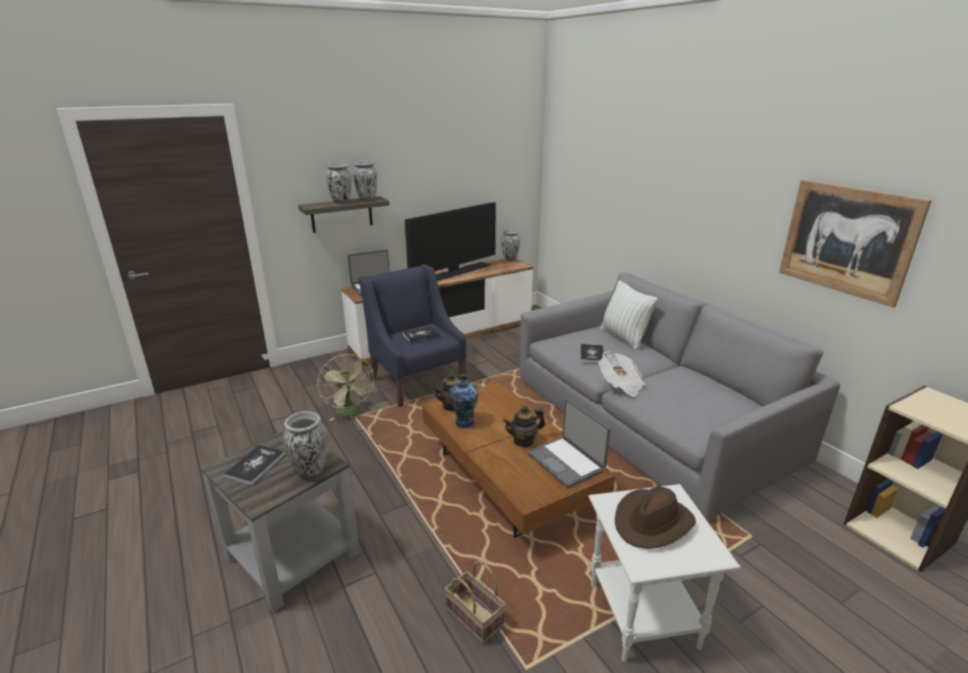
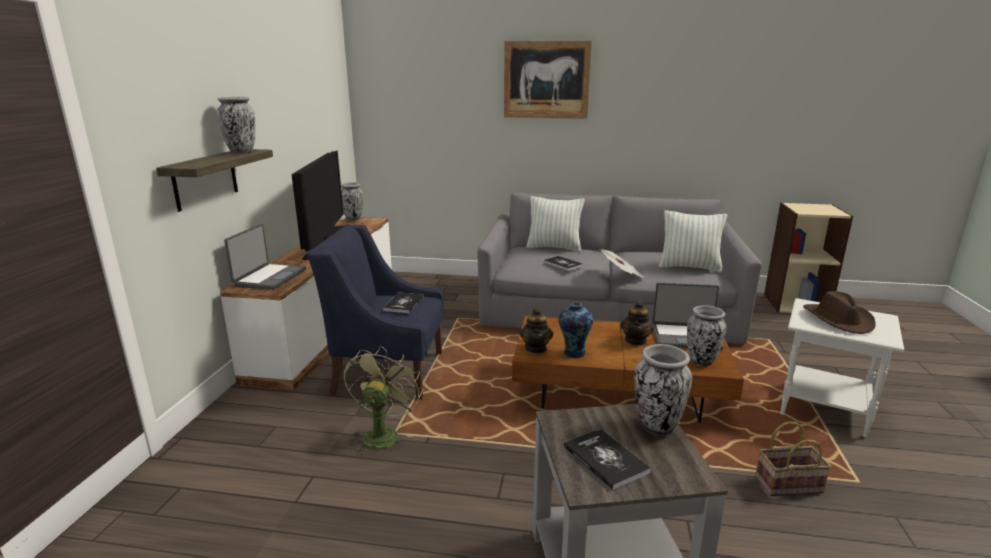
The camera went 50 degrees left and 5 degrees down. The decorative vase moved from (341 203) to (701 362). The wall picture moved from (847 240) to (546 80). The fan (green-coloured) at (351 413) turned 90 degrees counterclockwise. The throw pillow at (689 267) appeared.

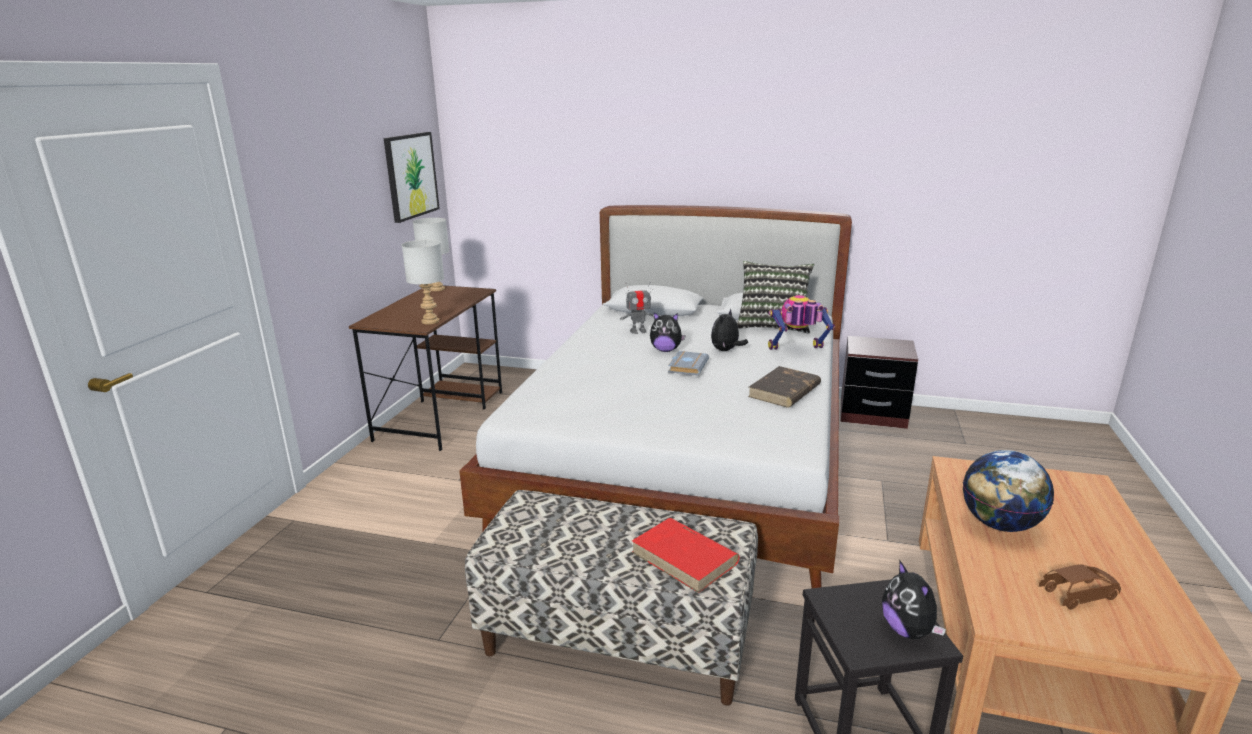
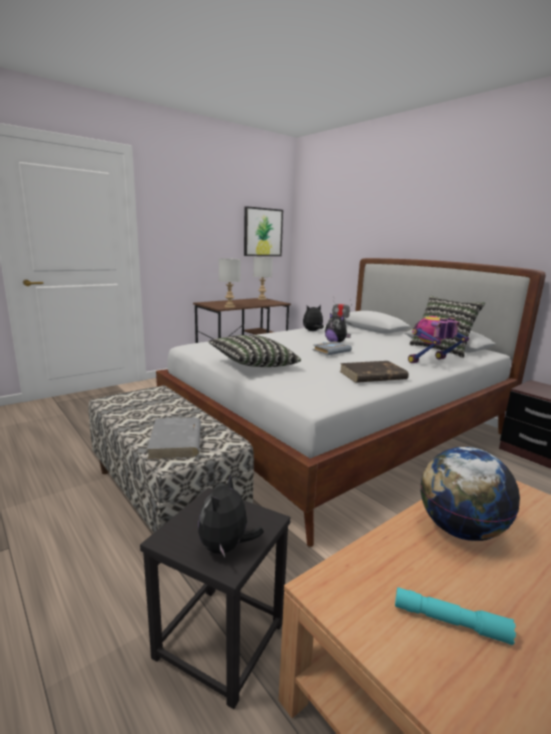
The camera went 35 degrees right and 5 degrees down. The model robot at (797 351) turned 60 degrees counterclockwise. The plush toy moved from (726 350) to (312 331). The bound book (red) at (685 558) became the bound book (greyish) at (176 441). The model car (brownish) at (1078 595) was replaced by the hand torch (turquoise-coloured) at (450 622). The throw pillow at (253 365) appeared.

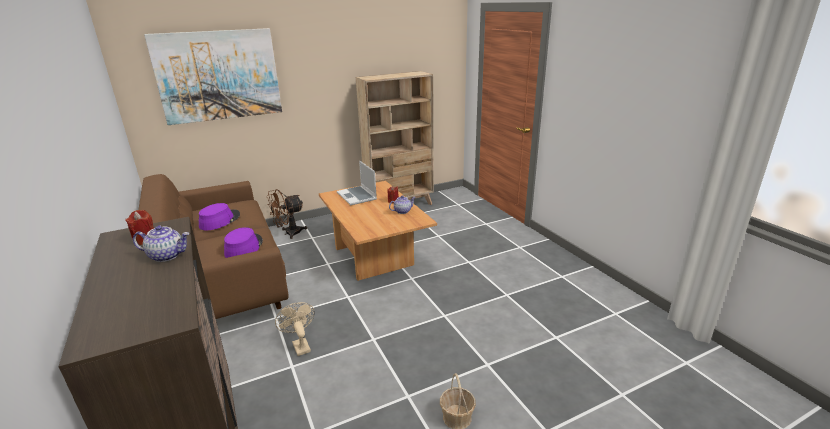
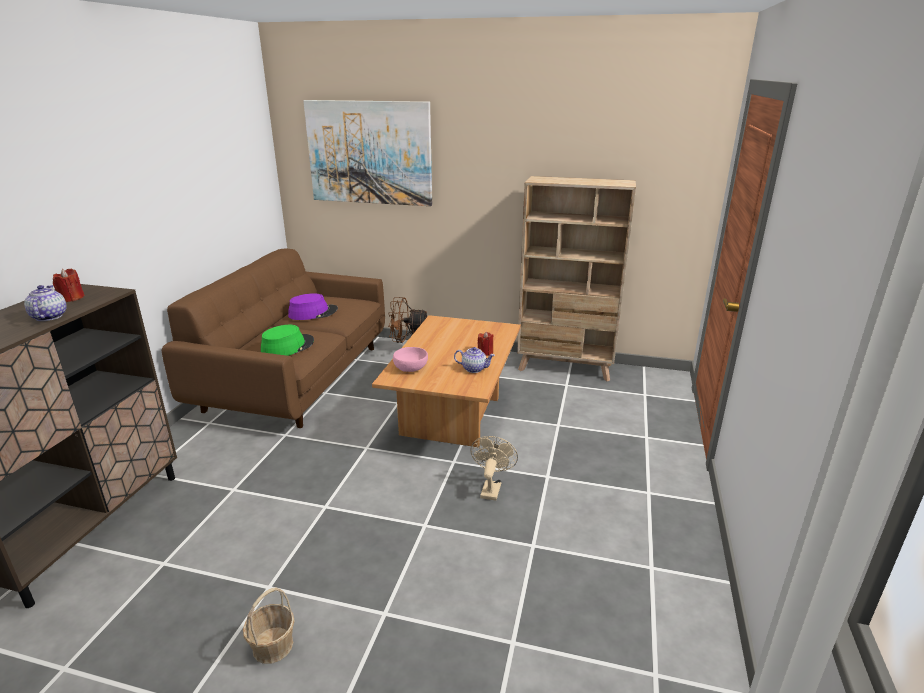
The camera went 40 degrees right and 0 degrees up. The portable computer at (357 196) disappeared. The tea pot at (167 255) turned 150 degrees counterclockwise. The wearable hat (purple-coloured) at (243 247) became the wearable hat (green-coloured) at (287 347). The fan (sand-coloured) moved from (300 345) to (491 488). The deep dish (pink) at (411 368) appeared.

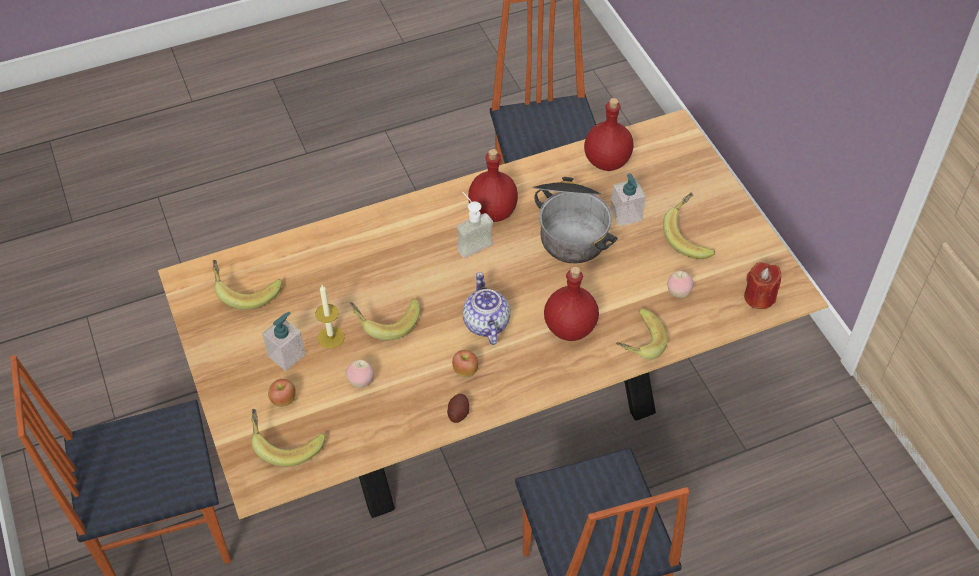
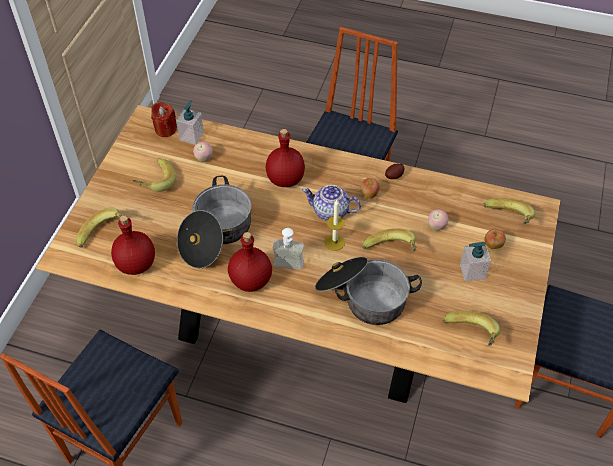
The camera went 140 degrees left and 0 degrees up. The soap dispenser moved from (626 215) to (191 136). The tea pot at (485 324) turned 75 degrees clockwise. The wax light moved from (331 337) to (334 242). The banana moved from (636 343) to (105 235). The saucepot at (363 297) appeared.

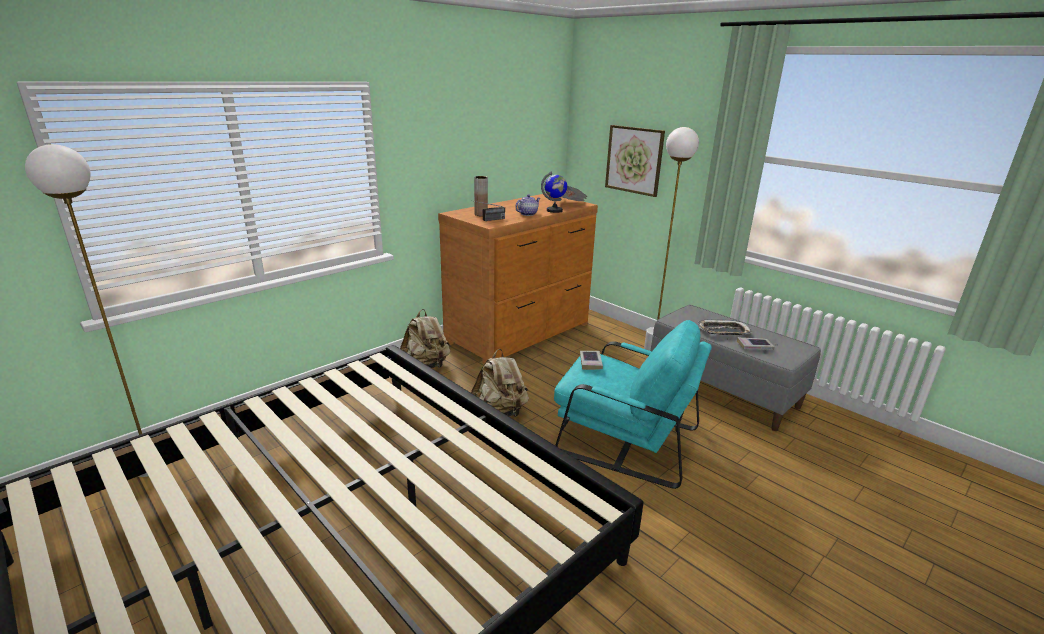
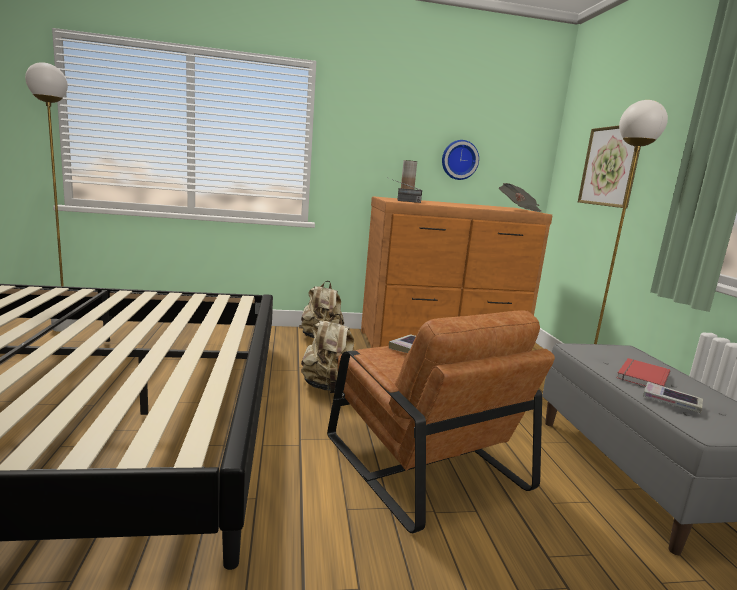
The camera went 35 degrees right and 10 degrees down. The world globe at (554 210) disappeared. The tea pot at (528 214) disappeared. The lounge chair (turquoise-coloured) at (624 439) became the lounge chair (brownish) at (421 459). The tray at (723 331) was replaced by the bound book (red) at (641 376). The wall clock at (459 160) appeared.

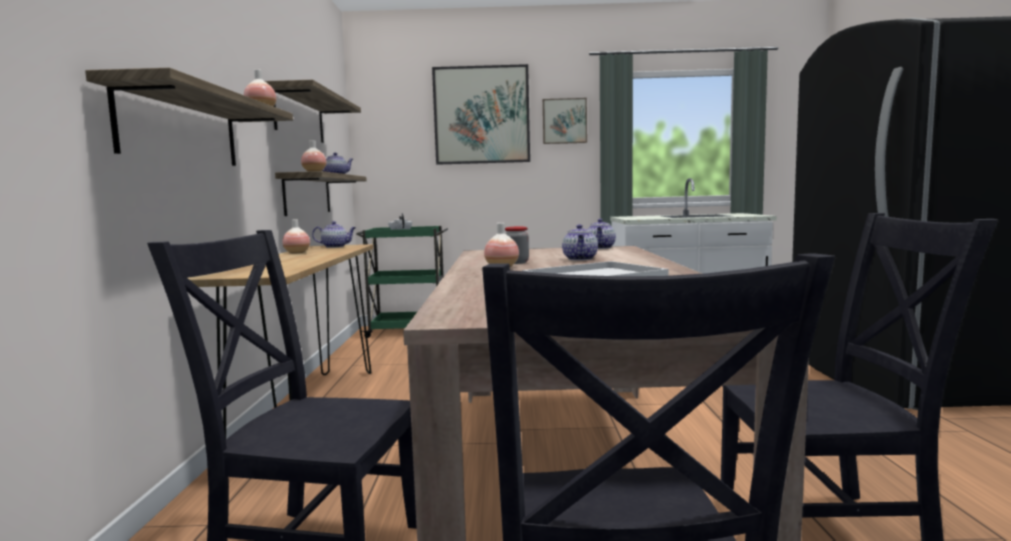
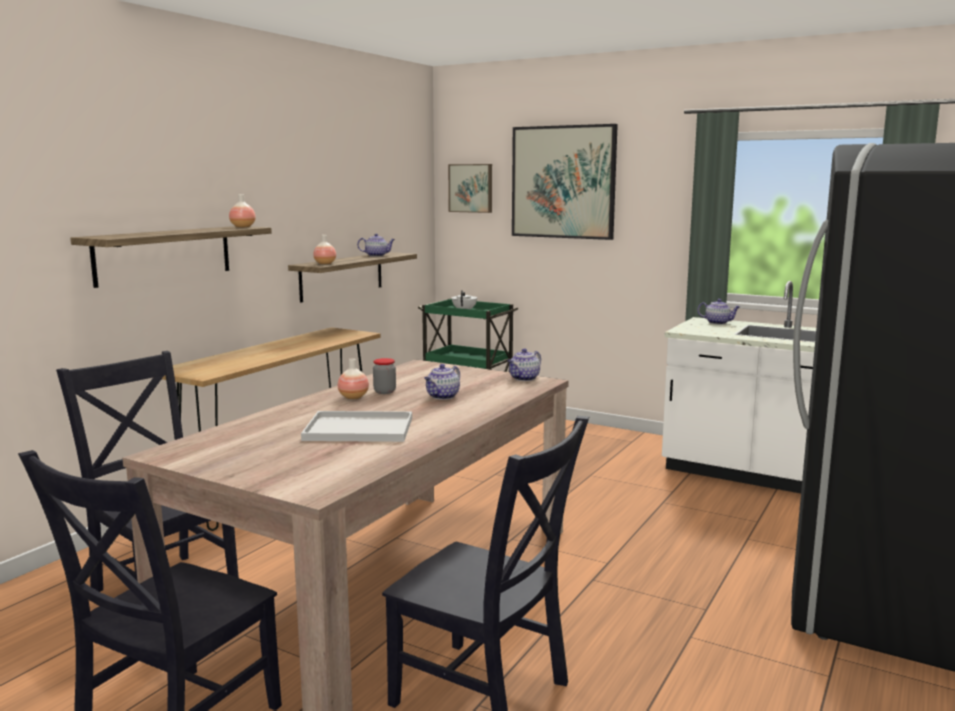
The camera went 30 degrees right and 5 degrees up. The wall shelf at (299 116) disappeared. The wall picture moved from (564 121) to (471 188). The decorative vase at (297 253) disappeared. The tea pot moved from (336 247) to (718 323).

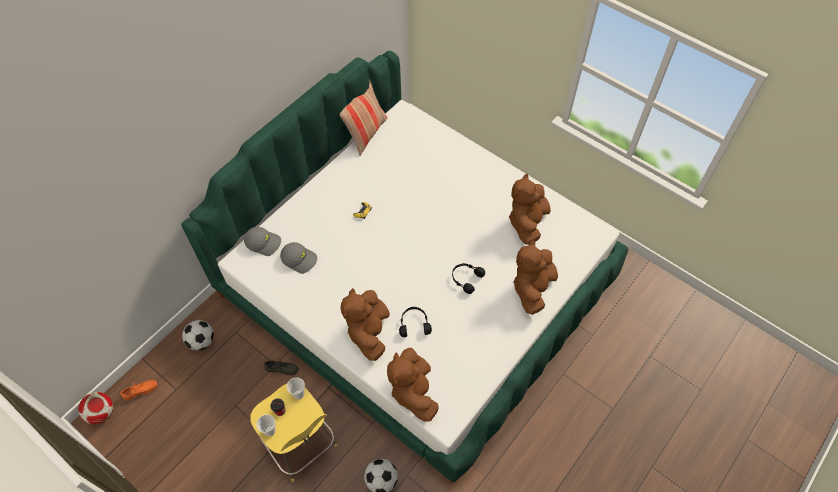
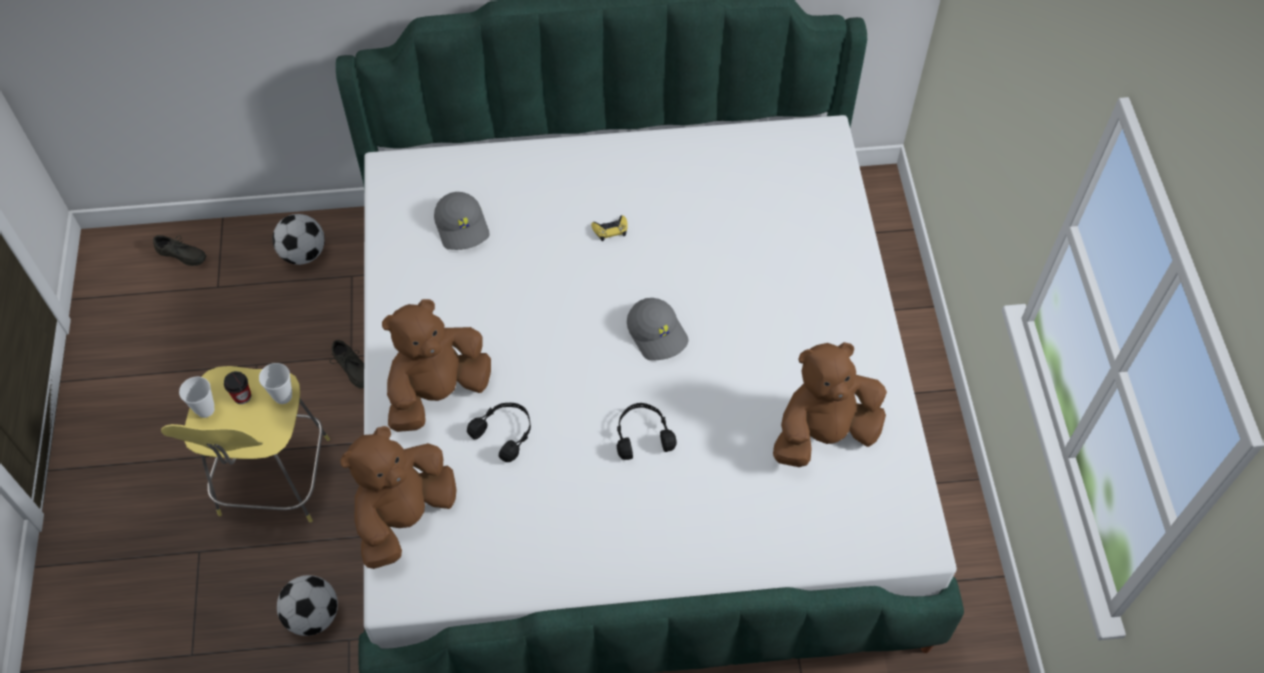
The camera went 45 degrees right and 0 degrees up. The throw pillow at (366 134) disappeared. The baseball cap (greyish) moved from (264 242) to (658 334). The plush toy (brownish) at (532 288) disappeared. The shoe (orange-coloured) at (141 392) became the shoe (greyish) at (181 257). The football at (101 413) disappeared.

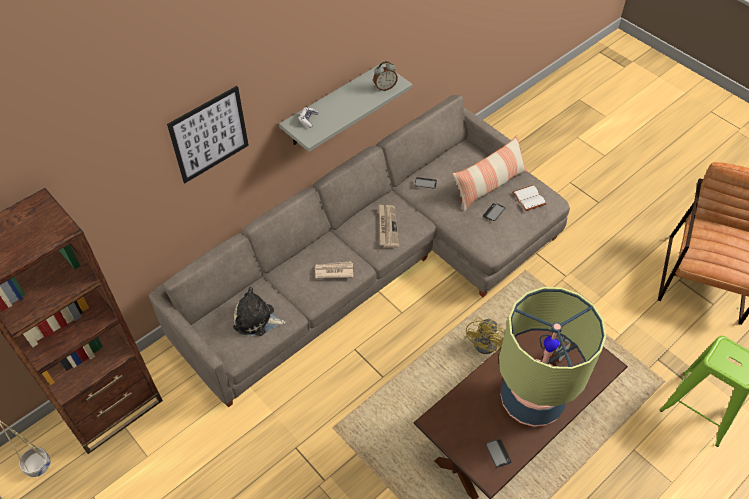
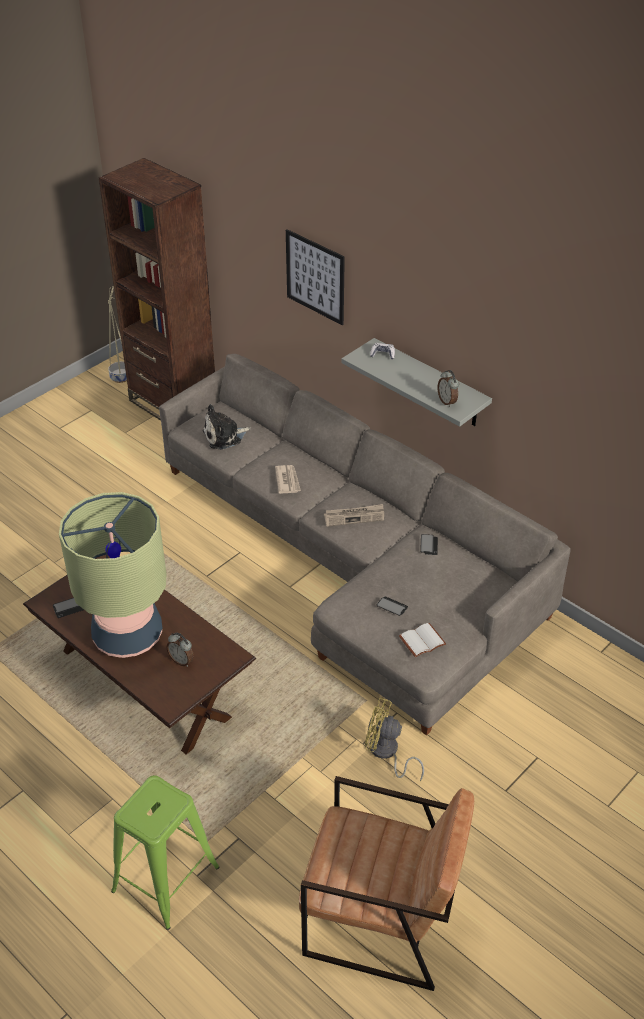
The camera went 85 degrees right and 10 degrees down. The throw pillow at (489 185) disappeared. The plush toy at (256 320) turned 120 degrees counterclockwise. The fan (yellowish) moved from (490 343) to (386 753).

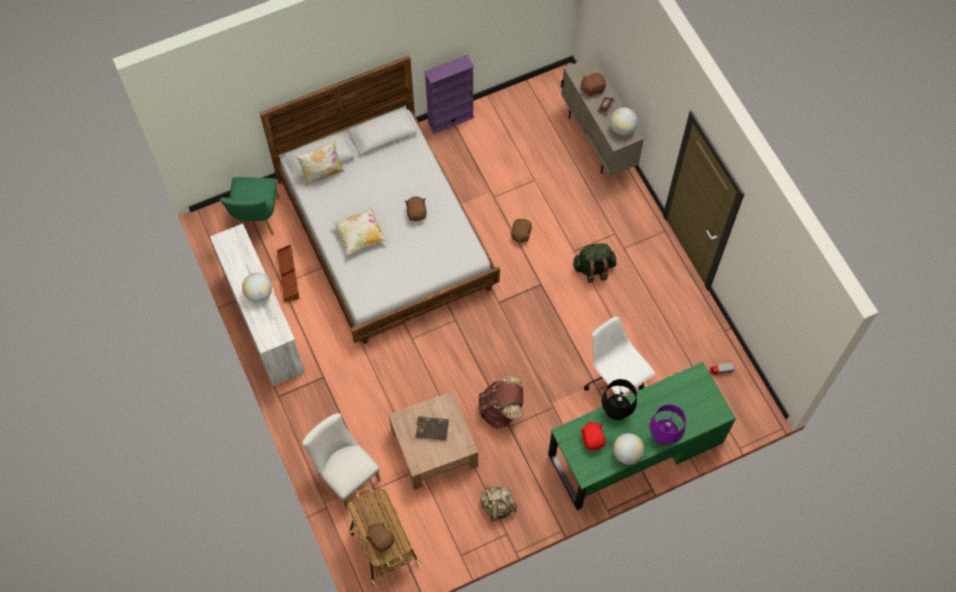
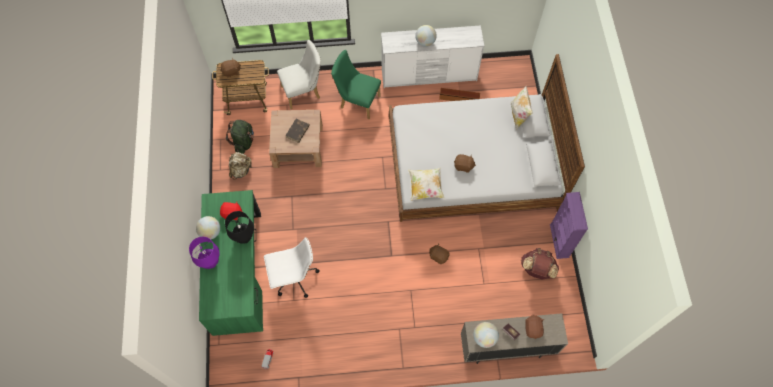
The camera went 110 degrees right and 0 degrees up. The chair (green-coloured) moved from (256 219) to (357 101). The throw pillow moved from (360 235) to (425 187). The backpack (green-coloured) moved from (593 268) to (243 142). The backpack (brownish) moved from (501 409) to (537 269).

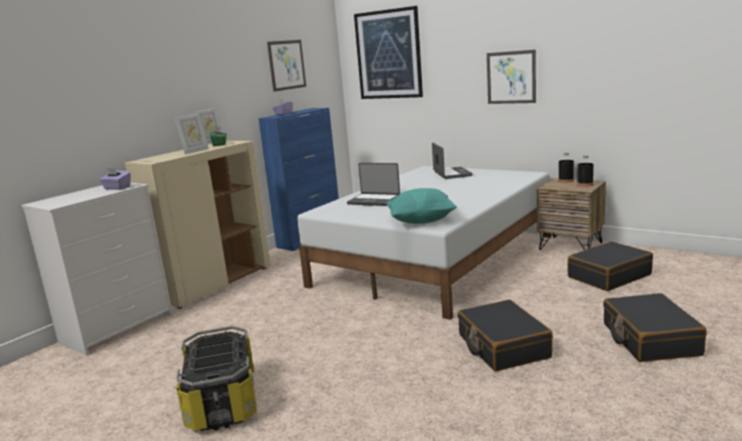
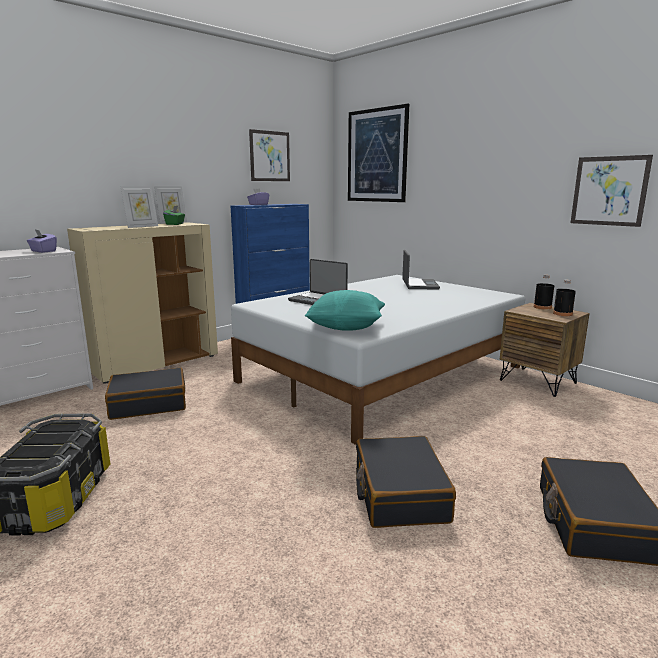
The camera went 10 degrees right and 0 degrees up. The wall picture moved from (511 77) to (609 191). The travel case (black) moved from (608 276) to (149 404).

